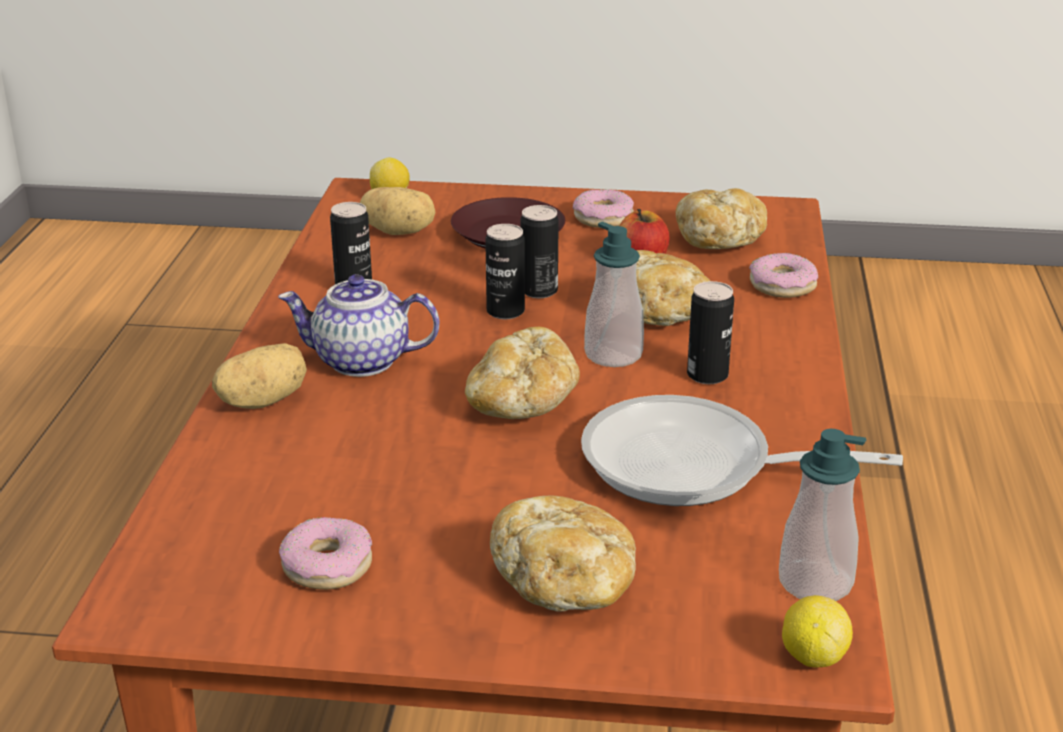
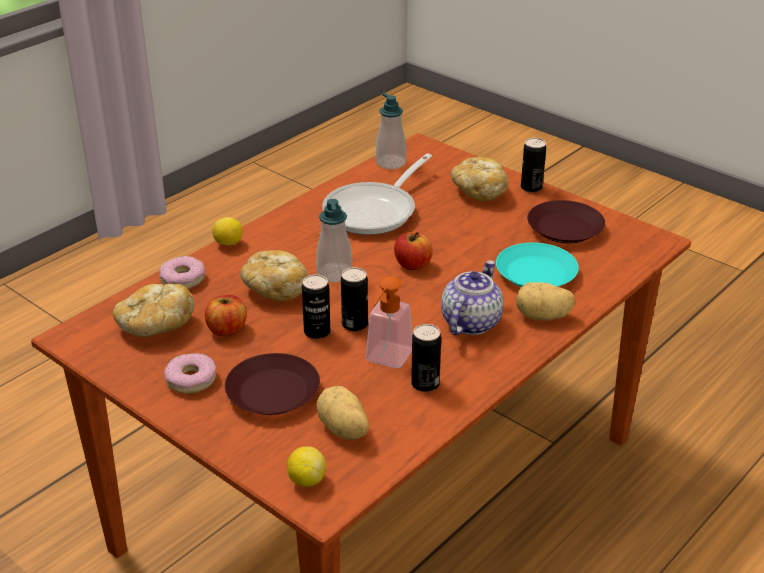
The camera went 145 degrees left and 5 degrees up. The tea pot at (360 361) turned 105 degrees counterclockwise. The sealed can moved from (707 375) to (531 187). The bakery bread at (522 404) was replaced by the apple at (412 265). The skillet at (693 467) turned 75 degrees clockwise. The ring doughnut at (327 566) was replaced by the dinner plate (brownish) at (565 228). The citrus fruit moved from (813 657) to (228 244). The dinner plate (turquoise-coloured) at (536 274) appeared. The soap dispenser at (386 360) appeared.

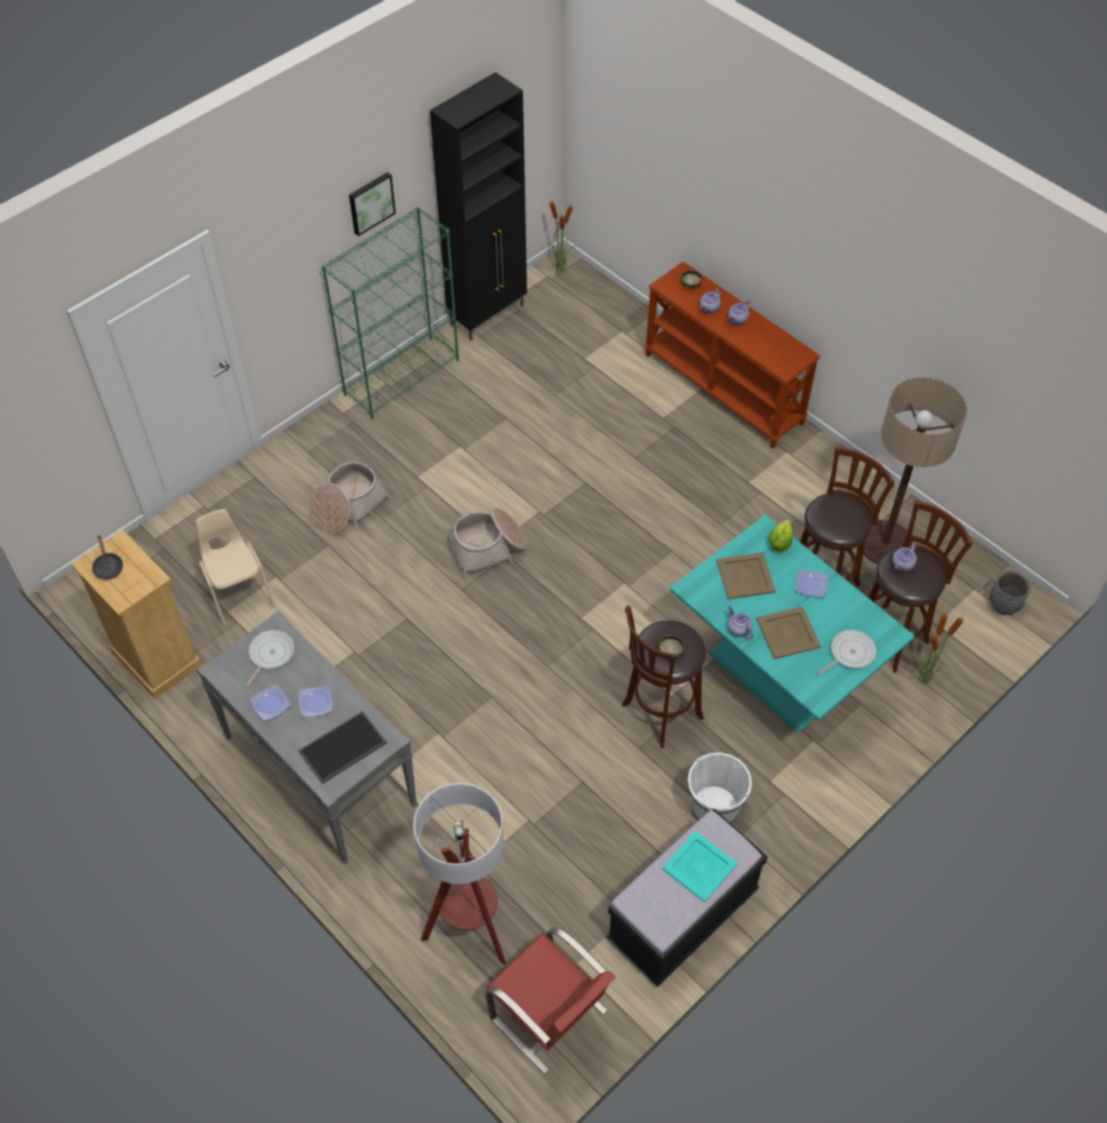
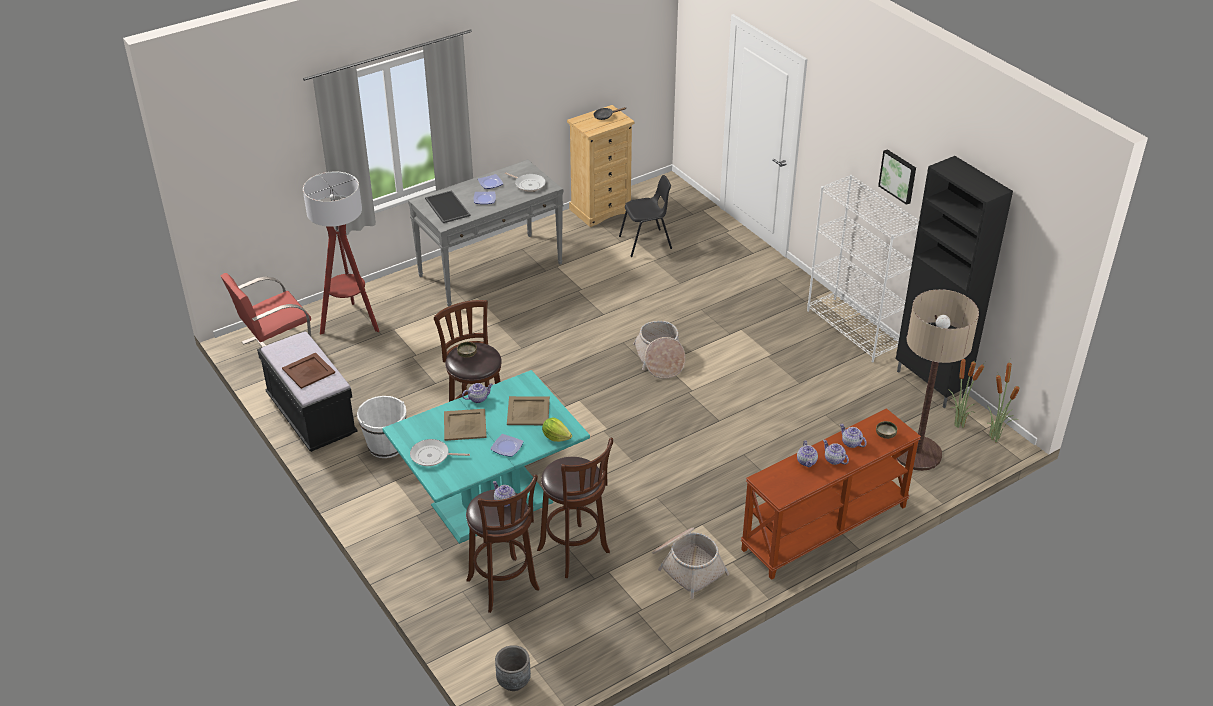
The camera went 100 degrees right and 15 degrees down. The bookcase (green-coloured) at (402 377) became the bookcase (white) at (854 329). The standing lamp moved from (885 544) to (917 454). The household basket moved from (348 506) to (687 566). The chair (sand-coloured) at (239 593) became the chair (black) at (646 243). The houseplant moved from (925 680) to (957 425). The skillet at (849 653) turned 120 degrees clockwise. The tray (turquoise-coloured) at (700 867) became the tray (brownish) at (308 371). The tea pot at (807 462) appeared.

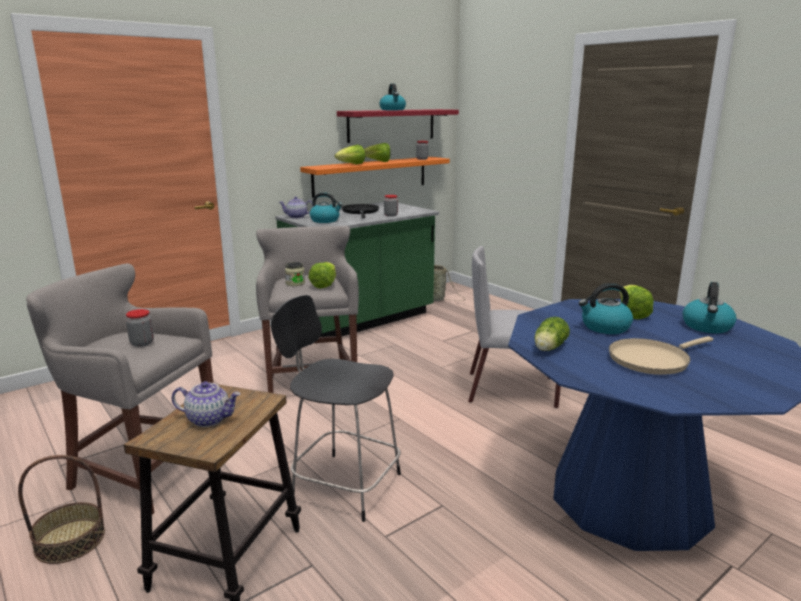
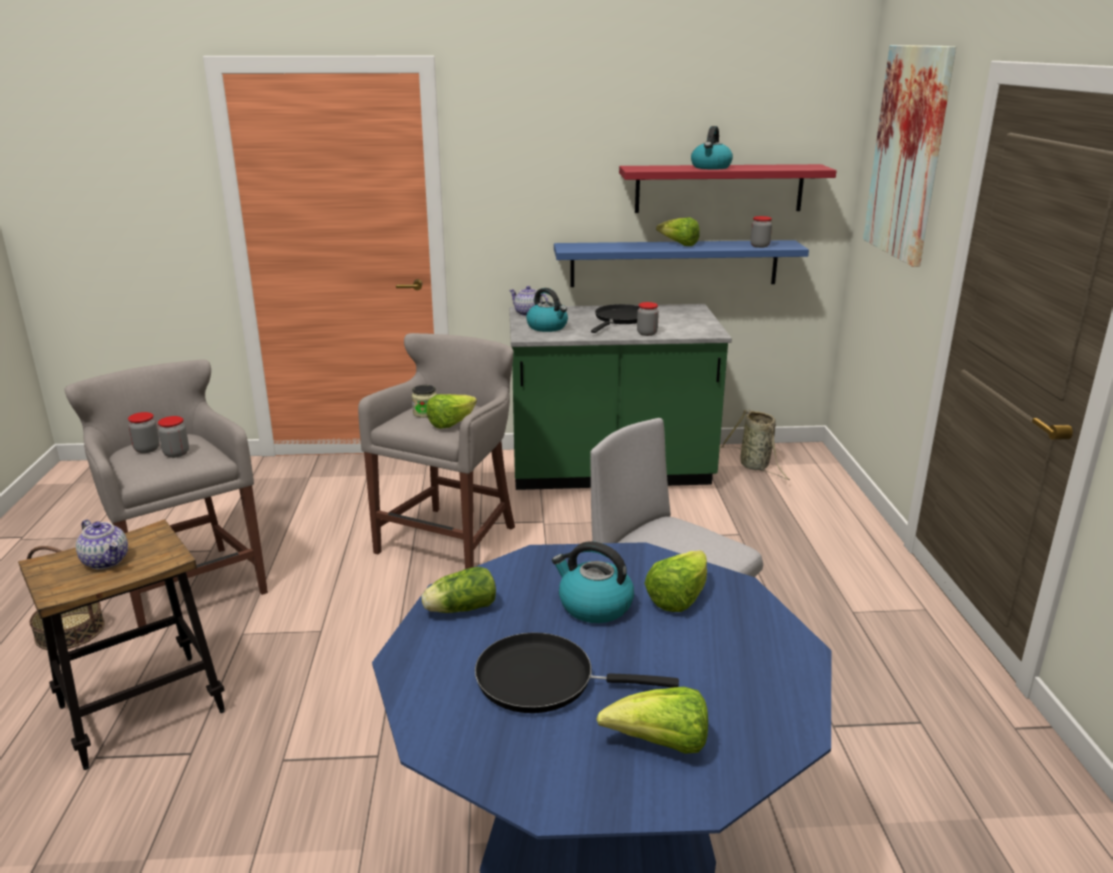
The camera went 35 degrees right and 5 degrees up. The lettuce moved from (351 164) to (660 745). The wall shelf (orange-coloured) at (371 176) became the wall shelf (blue-coloured) at (674 263). The kettle at (707 327) disappeared. The chair (black) at (343 484) disappeared. The skillet (sand-coloured) at (652 360) became the skillet (black) at (543 680). The wall picture at (908 153) appeared. The preserve jar at (147 449) appeared.

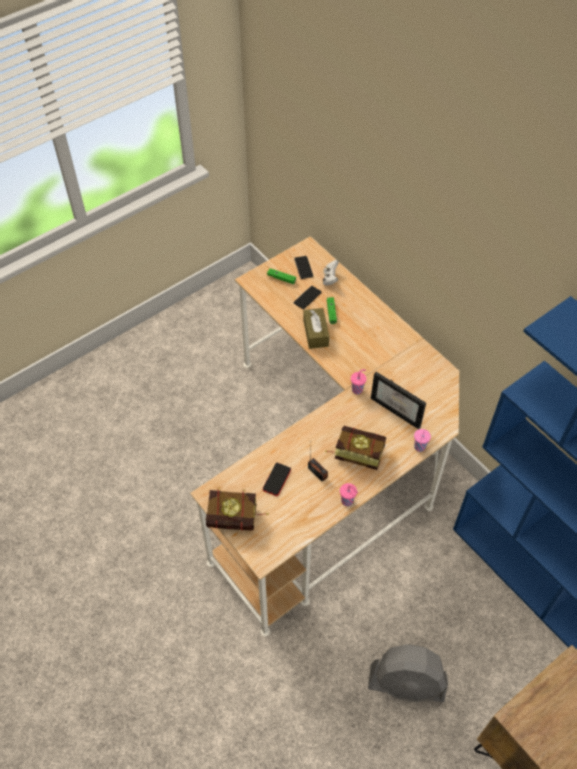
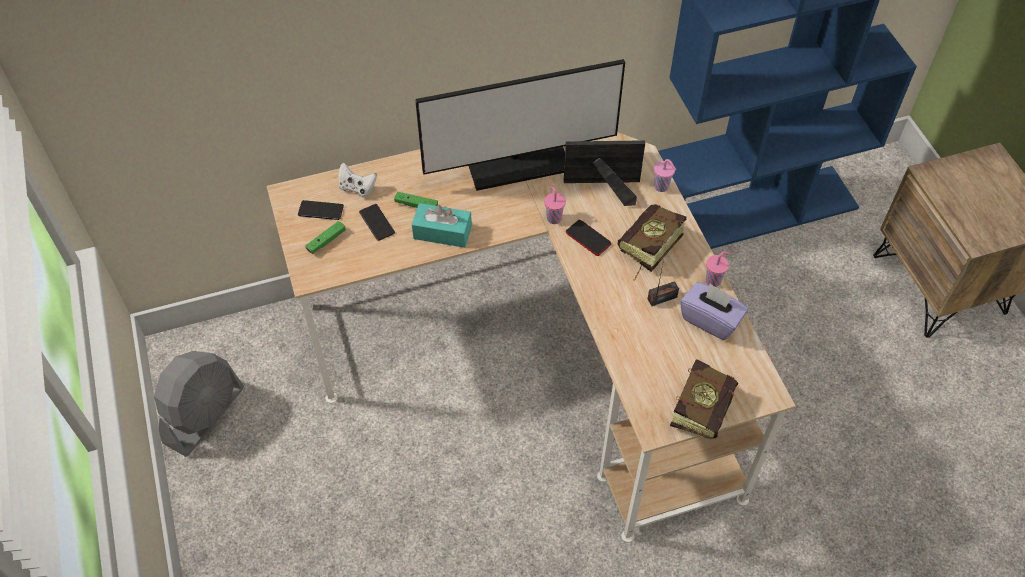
The camera went 70 degrees left and 0 degrees up. The box of tissues (brownish) at (315 333) became the box of tissues (turquoise-coloured) at (442 232). The photo frame at (399 409) turned 150 degrees counterclockwise. The telephone moved from (276 479) to (588 238). The fan (greyish) moved from (407 684) to (204 415). The computer screen at (518 164) appeared. The box of tissues (purple-coloured) at (710 320) appeared.

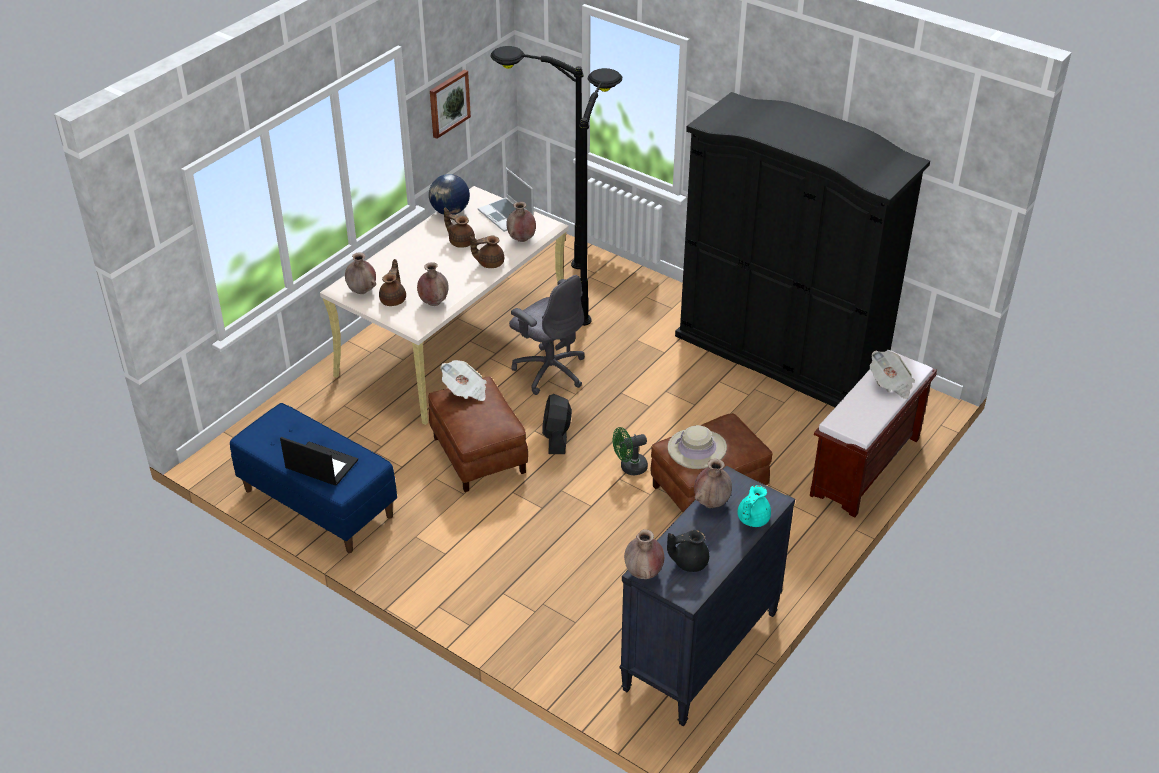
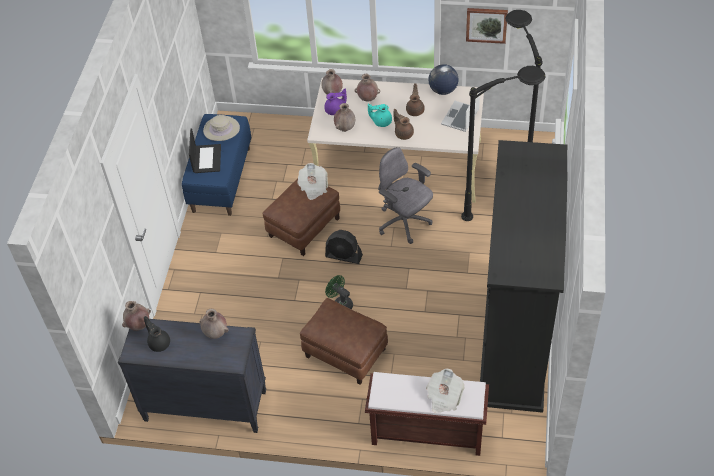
The camera went 65 degrees right and 10 degrees up. The decorative vase (brownish) moved from (521 239) to (367 99). The tea pot (brownish) at (394 299) became the tea pot (purple-coloured) at (335 110). The office chair (greyish) at (549 370) turned 120 degrees clockwise. The fan (black) at (557 438) turned 135 degrees counterclockwise. The wearable hat (sand-coloured) moved from (697 449) to (221 129). The tea pot (turquoise-coloured) moved from (752 519) to (381 121).

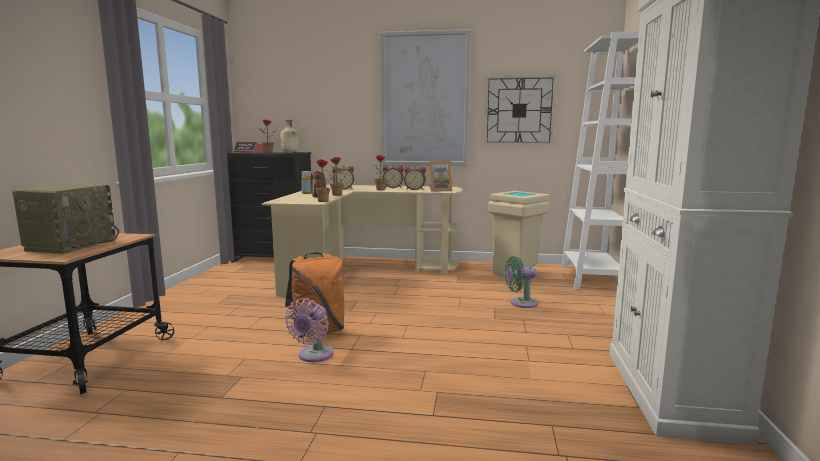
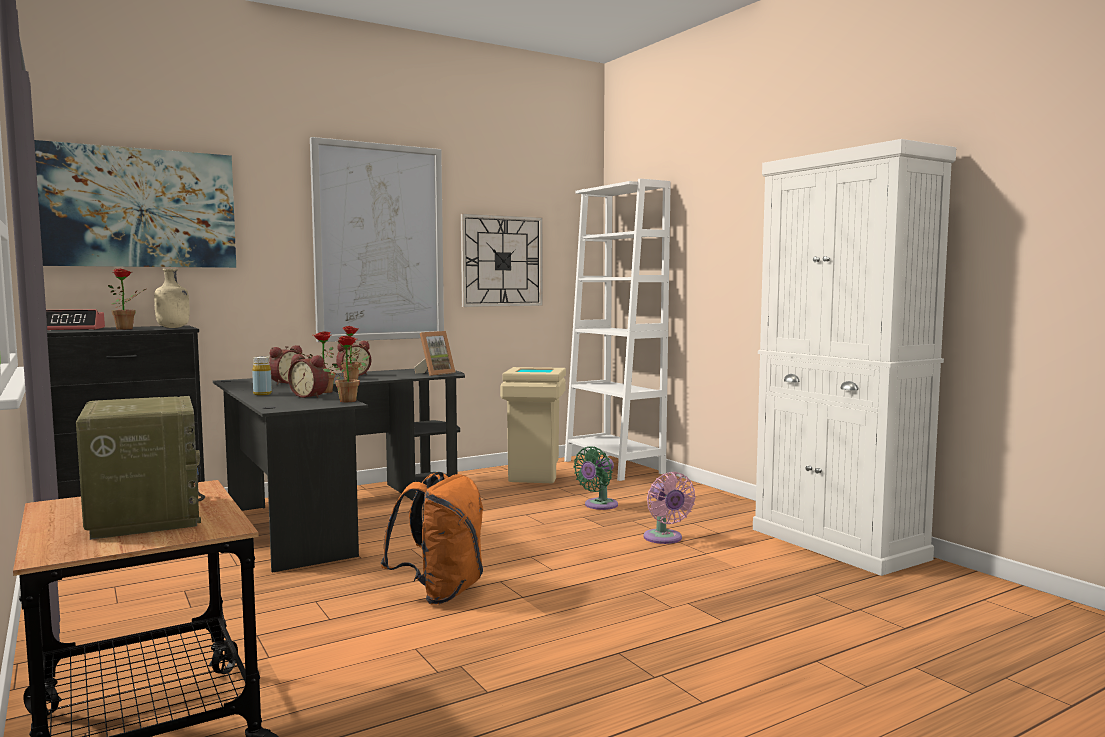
The camera went 40 degrees left and 5 degrees down. The alarm clock at (415 189) disappeared. The desk (sand-coloured) at (364 271) became the desk (black) at (334 512). The fan (pink) moved from (313 356) to (664 539). The wall picture at (140 208) appeared.

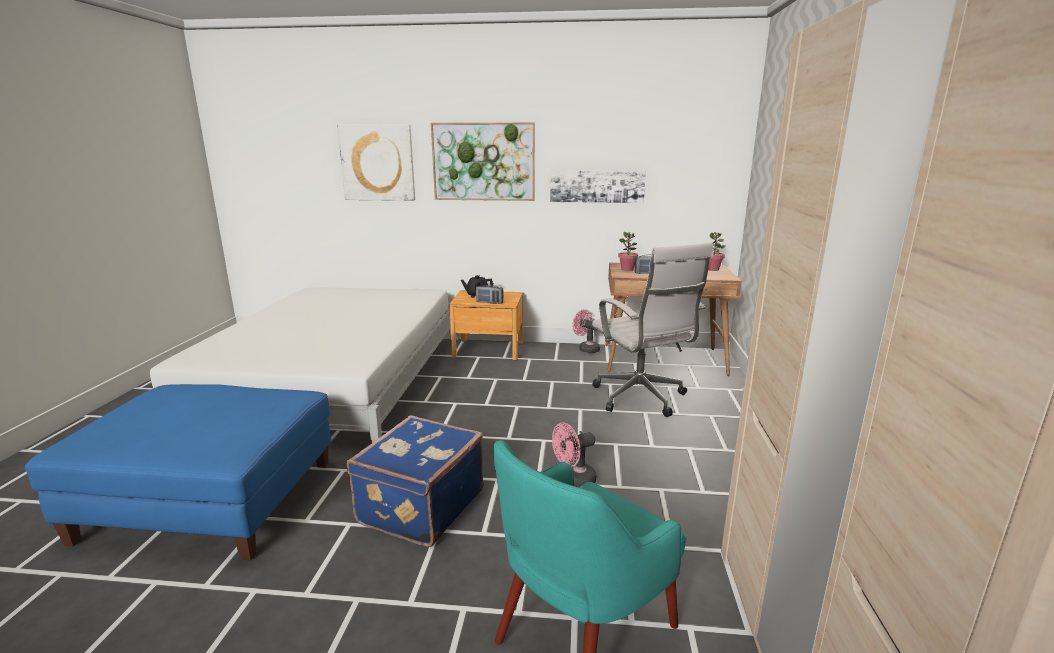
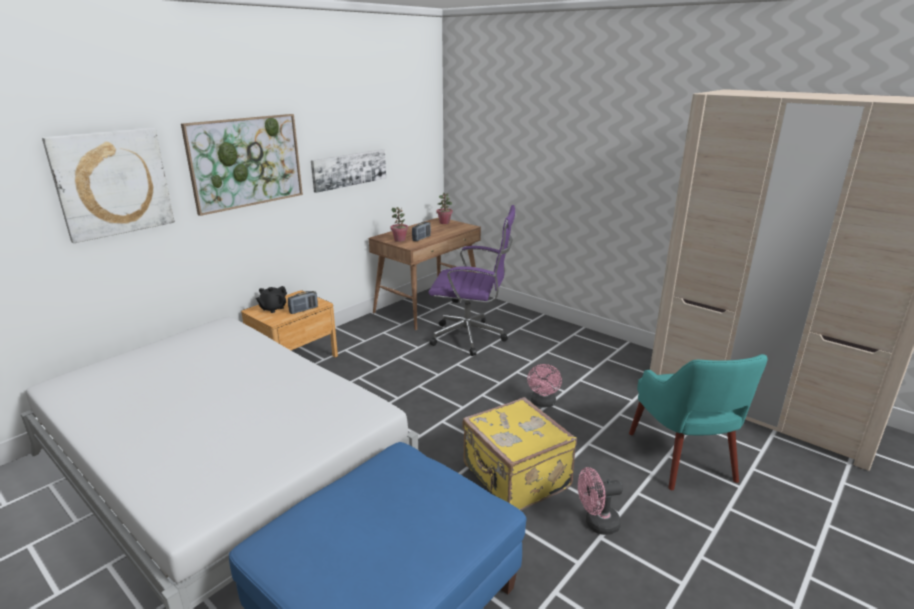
The camera went 55 degrees left and 5 degrees up. The office chair (white) at (641 398) became the office chair (purple-coloured) at (471 338). The fan (pink) moved from (586 349) to (596 524). The travel case (blue-coloured) at (419 506) became the travel case (yellowish) at (515 478).

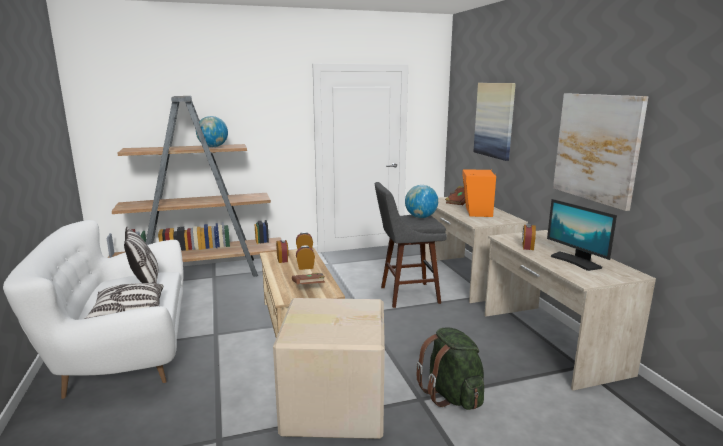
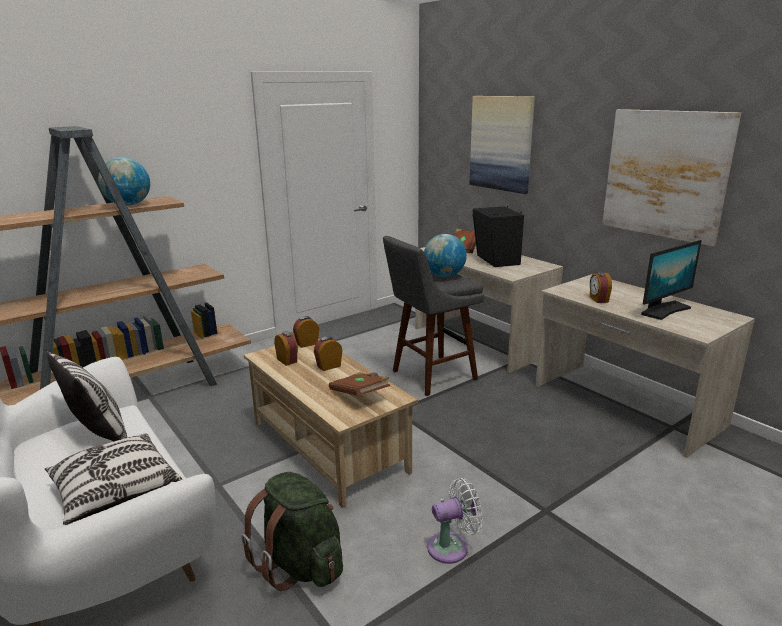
The camera went 20 degrees left and 5 degrees up. The speaker (orange-coloured) at (476 212) became the speaker (black) at (496 260). The computer screen at (576 261) turned 75 degrees counterclockwise. The cardboard box at (333 404) was replaced by the fan (white) at (452 547). The backpack (green-coloured) moved from (452 395) to (300 564).

